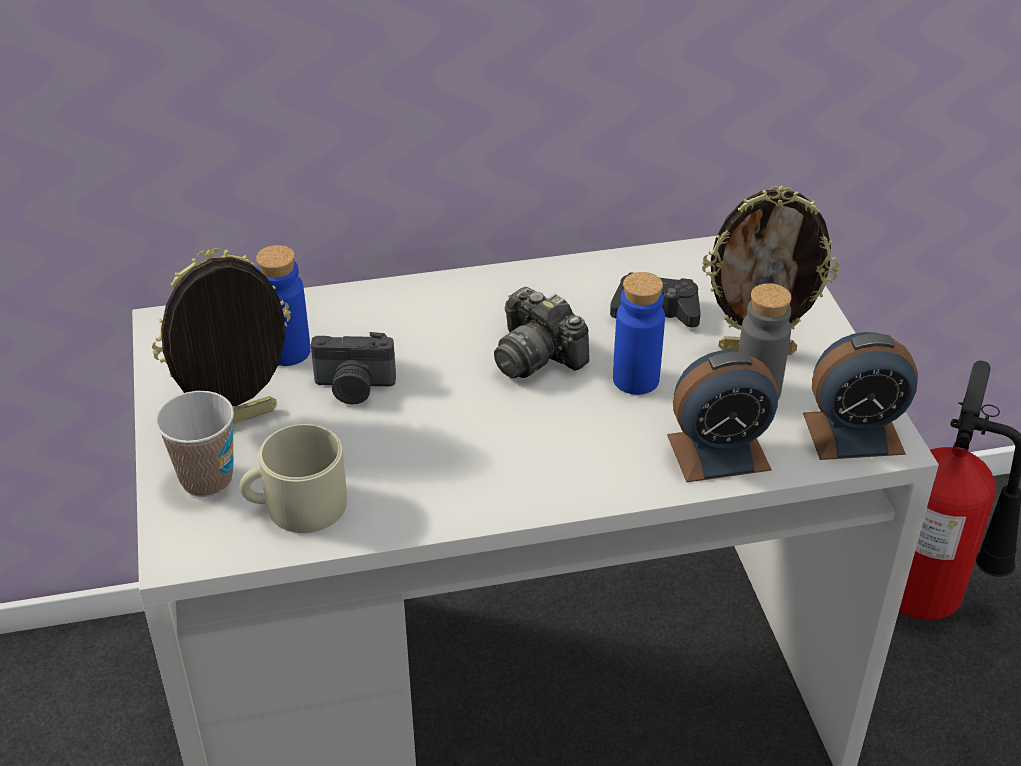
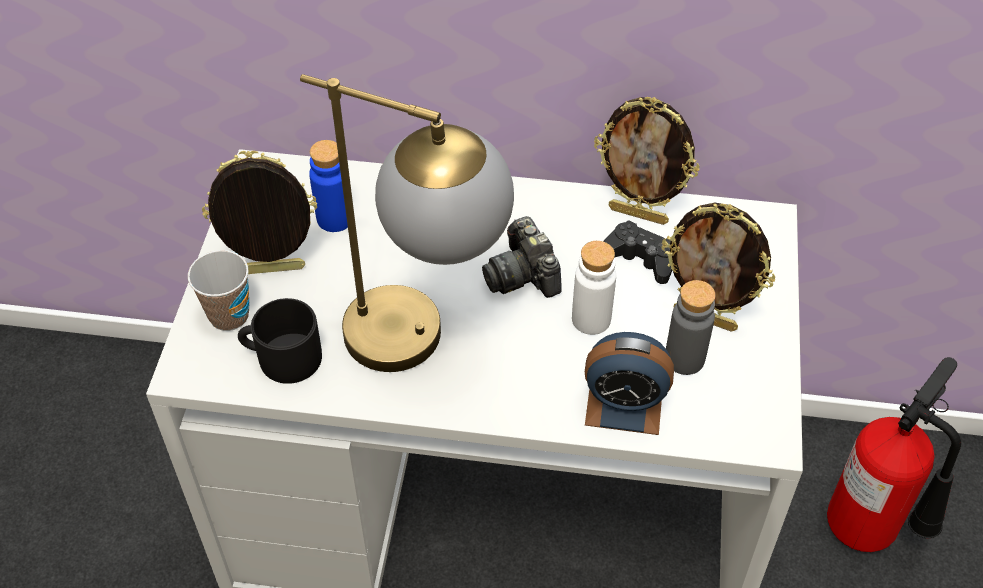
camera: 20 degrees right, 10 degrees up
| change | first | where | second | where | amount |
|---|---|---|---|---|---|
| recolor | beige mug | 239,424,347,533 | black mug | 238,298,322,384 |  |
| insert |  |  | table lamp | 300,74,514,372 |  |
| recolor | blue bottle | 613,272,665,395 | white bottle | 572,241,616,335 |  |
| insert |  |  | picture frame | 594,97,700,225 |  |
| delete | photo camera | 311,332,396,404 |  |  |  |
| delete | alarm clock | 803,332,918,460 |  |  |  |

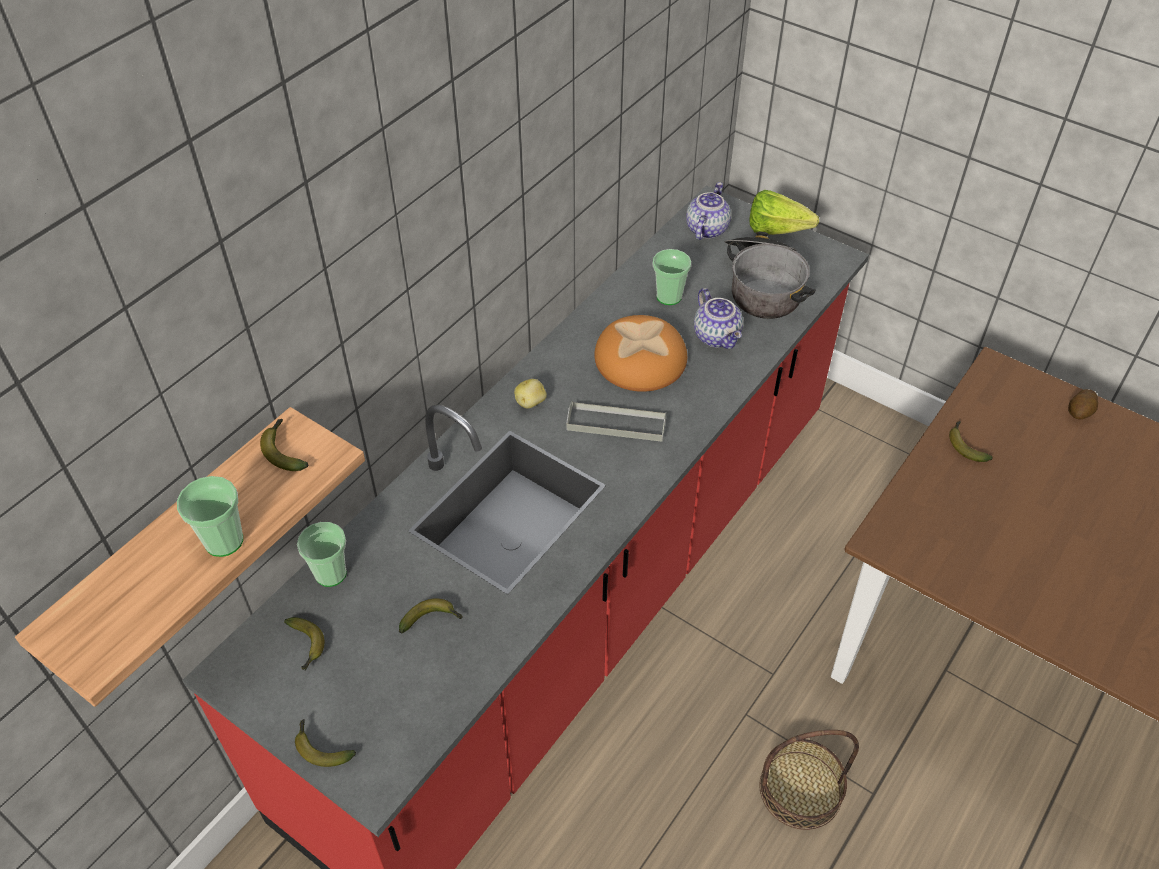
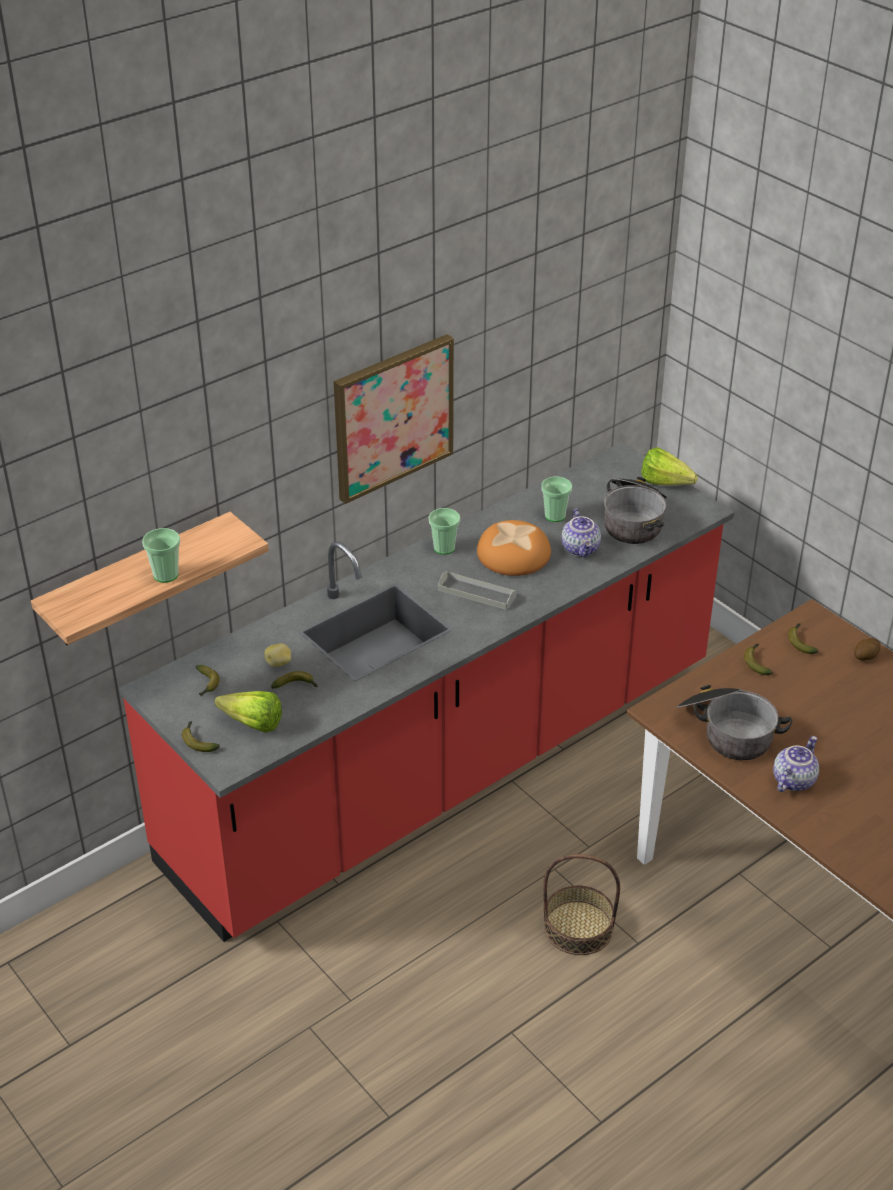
camera: 15 degrees right, 10 degrees down
| change | first | where | second | where | amount |
|---|---|---|---|---|---|
| insert |  |  | lettuce | 215,691,282,733 |  |
| move | potato | 514,379,547,408 |  | 264,643,291,667 |  |
| insert |  |  | picture | 334,334,454,504 |  |
| move | cup | 297,522,347,587 |  | 429,508,460,555 |  |
| insert |  |  | cooking pot | 676,685,793,760 |  |
| move | teapot | 686,182,731,240 |  | 773,736,819,792 |  |
| move | banana | 260,419,309,471 |  | 788,624,818,654 |  |

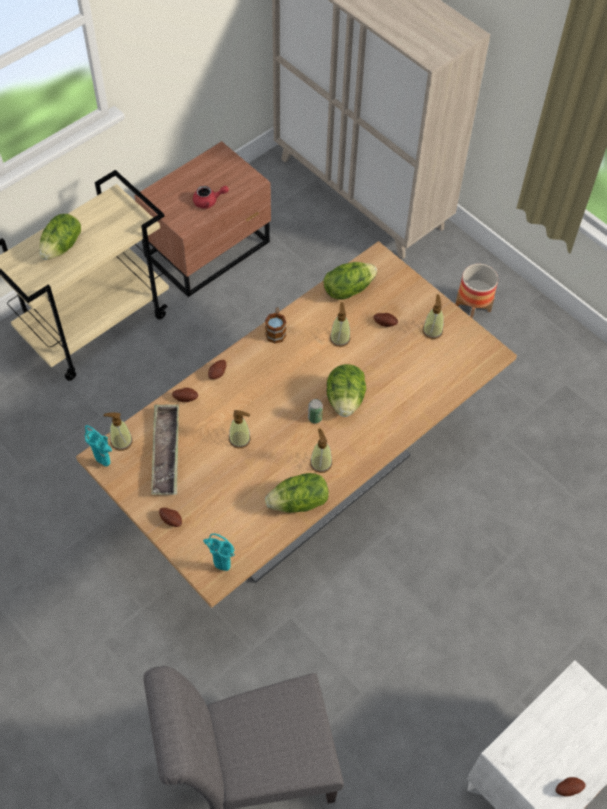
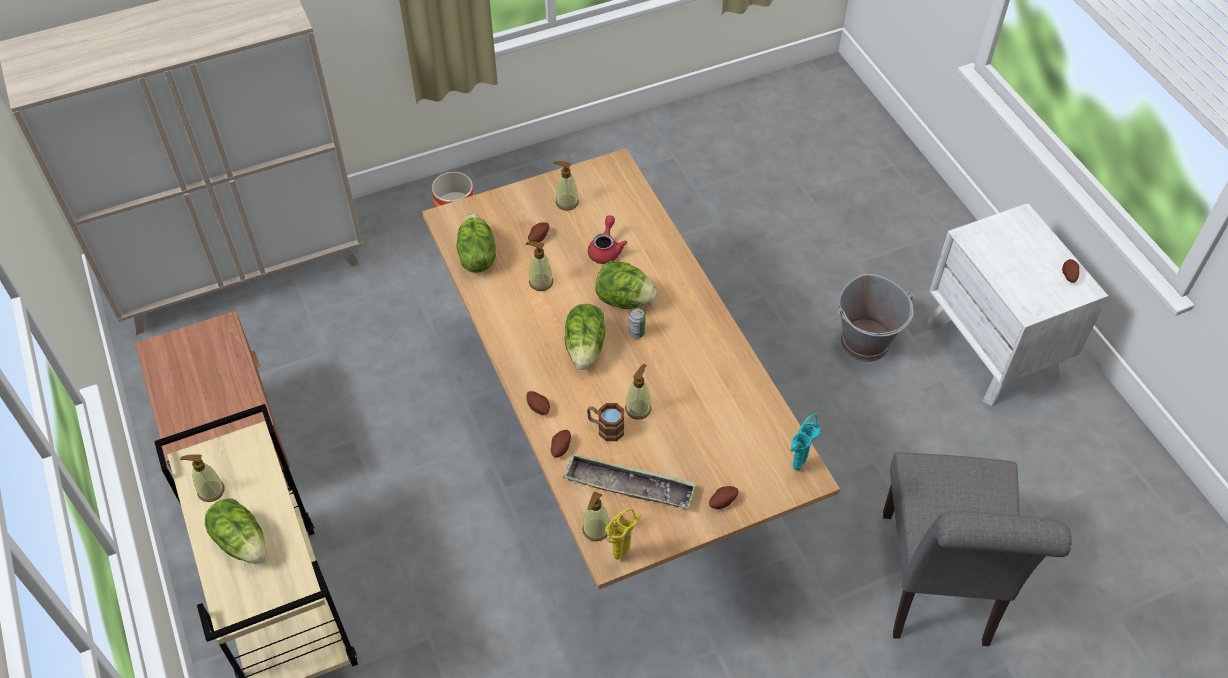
camera: 70 degrees left, 5 degrees down
| change | first | where | second | where | amount |
|---|---|---|---|---|---|
| move | soap dispenser | 310,428,332,473 |  | 180,454,225,502 |  |
| move | lettuce | 265,473,329,513 |  | 565,304,605,370 |  |
| move | mug | 265,307,286,344 |  | 587,403,624,441 |  |
| move | red teapot | 193,186,229,209 |  | 588,215,627,264 |  |
| recolor | turquoise vase | 84,425,112,466 | yellow vase | 605,508,641,560 |  |
| insert |  |  | grey bucket | 837,274,915,362 |  |

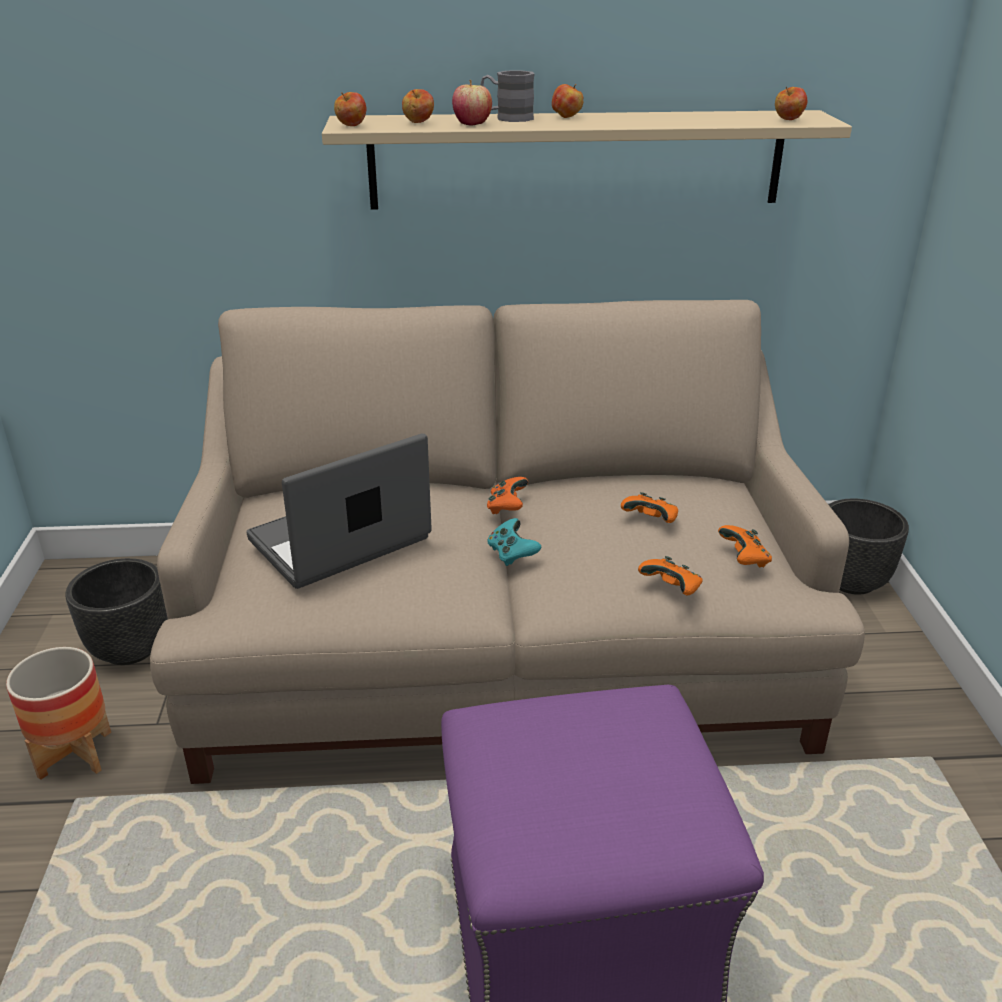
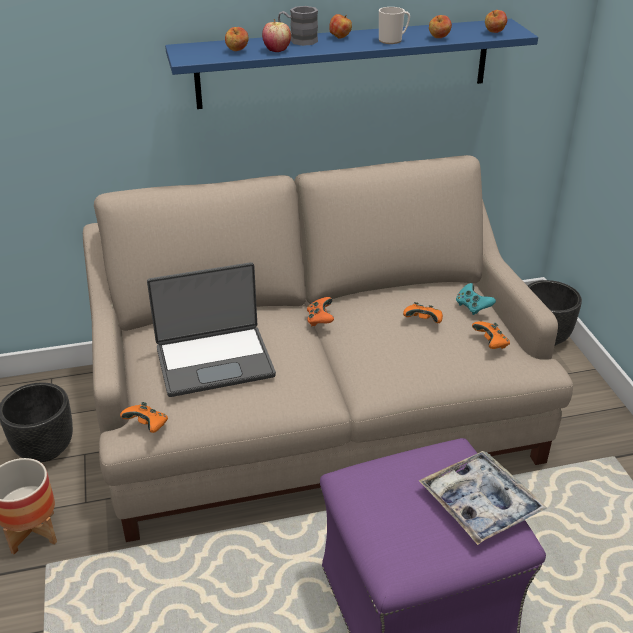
camera: 10 degrees left, 5 degrees up
| change | first | where | second | where | amount |
|---|---|---|---|---|---|
| move | orange game controller | 638,556,703,595 |  | 120,402,168,433 |  |
| rotate | laptop | 247,433,432,589 |  | 147,262,276,397 | 150 degrees counterclockwise |
| recolor | beige shelf | 322,110,852,210 | blue shelf | 165,19,538,109 |  |
| insert |  |  | mug | 379,7,410,44 |  |
| insert |  |  | tray | 418,451,547,545 |  |
| move | apple | 334,92,366,126 |  | 429,15,452,38 |  |
| move | turquoise game controller | 487,518,541,566 |  | 456,283,496,315 |  |

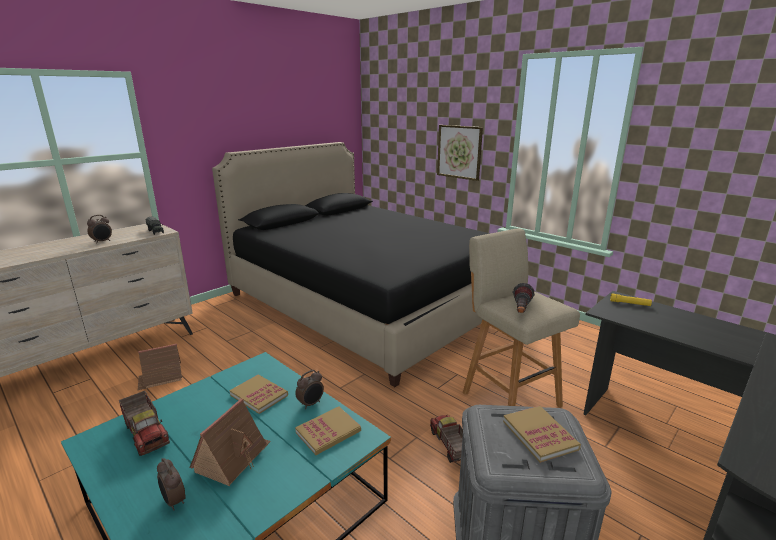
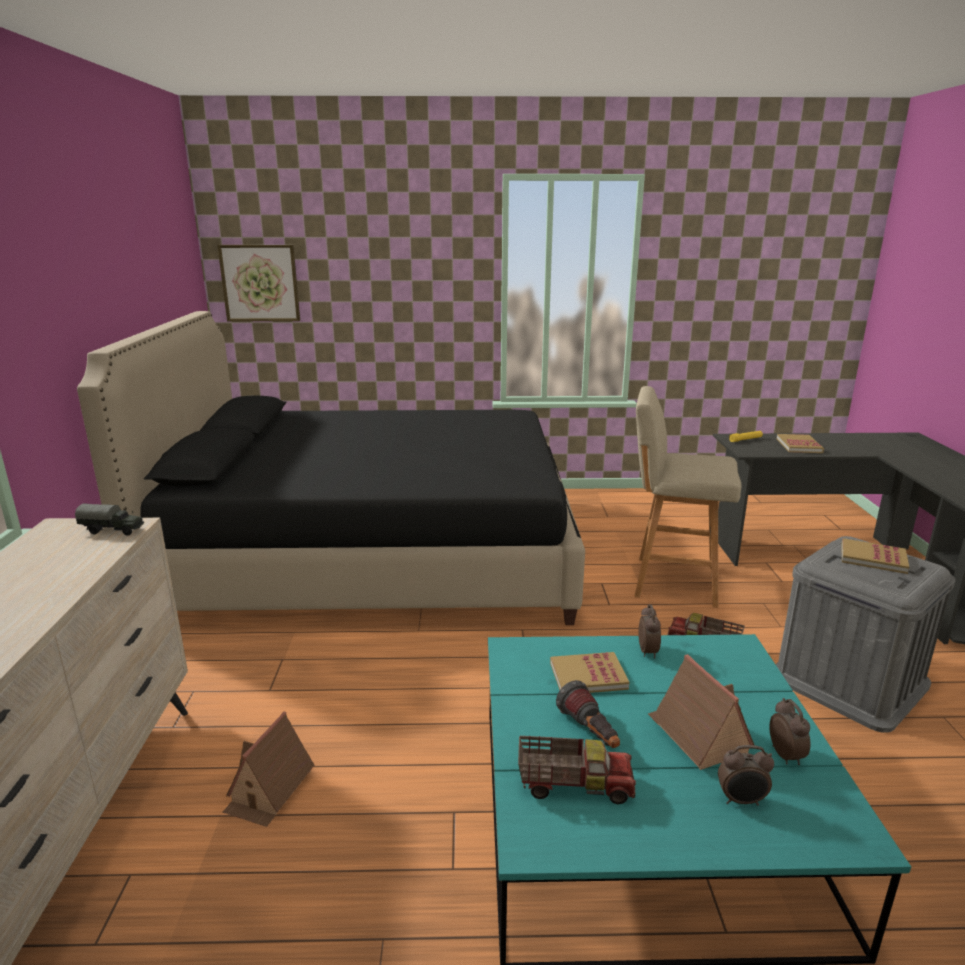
camera: 45 degrees left, 0 degrees up
| change | first | where | second | where | amount |
|---|---|---|---|---|---|
| move | picture | 437,125,483,181 |  | 217,245,300,321 |  |
| move | flashlight | 513,283,535,313 |  | 556,680,620,748 |  |
| move | alarm clock | 87,215,112,244 |  | 770,698,810,765 |  |
| move | book | 295,406,361,455 |  | 777,434,824,453 |  |

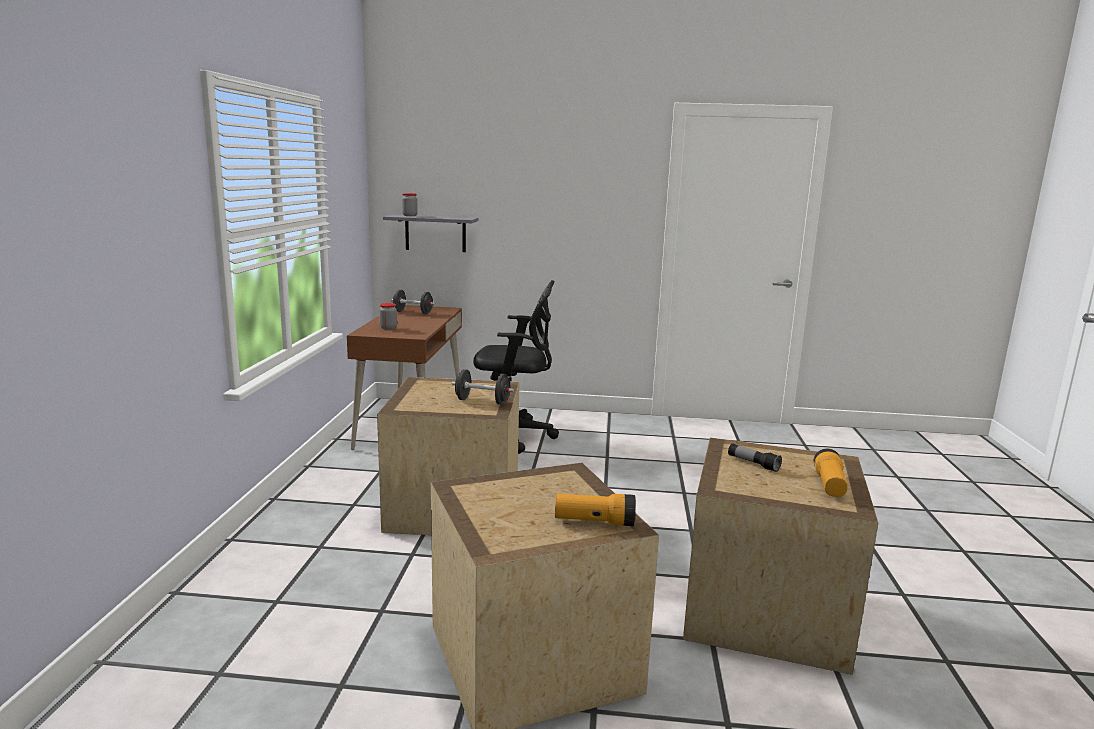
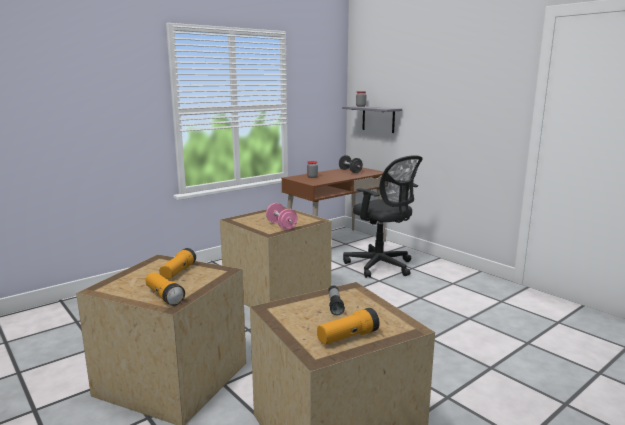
camera: 45 degrees right, 0 degrees up
| change | first | where | second | where | amount |
|---|---|---|---|---|---|
| insert |  |  | flashlight | 160,248,196,279 |  |
| recolor | black dumbbell | 452,369,514,405 | pink dumbbell | 266,203,298,230 |  |

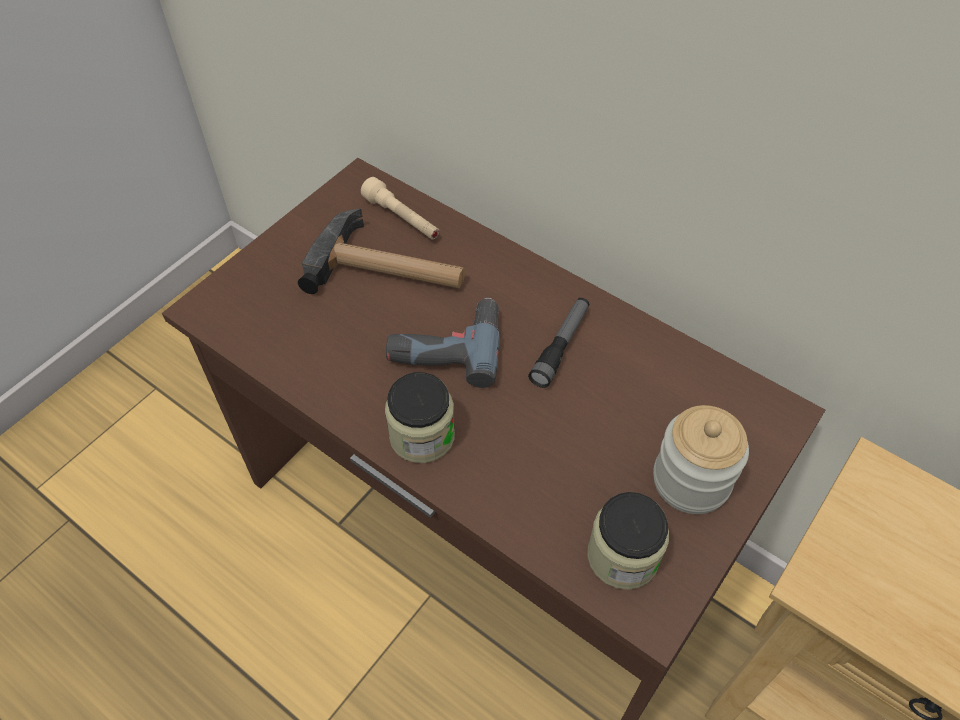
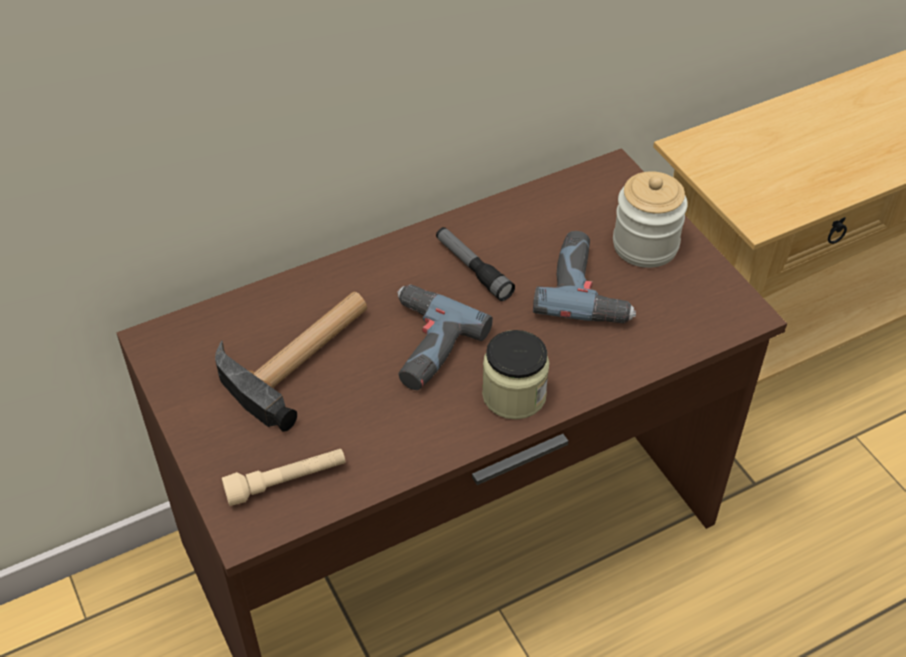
camera: 65 degrees left, 5 degrees down
| change | first | where | second | where | amount |
|---|---|---|---|---|---|
| move | beige flashlight | 361,177,439,240 |  | 222,449,346,506 |  |
| insert |  |  | power drill | 533,231,636,323 |  |
| delete | jar | 587,492,669,590 |  |  |  |

